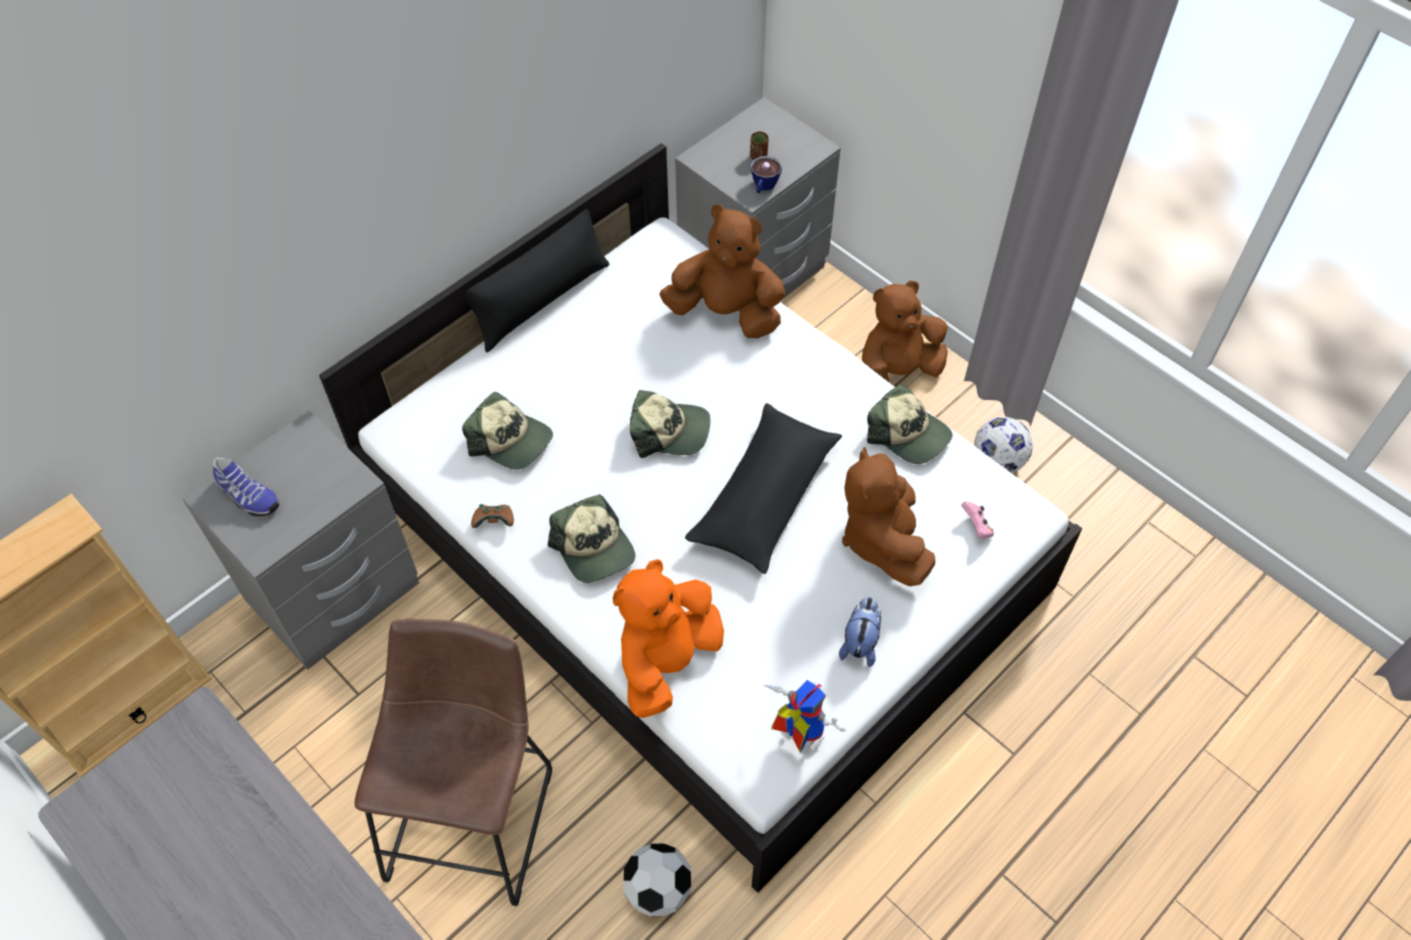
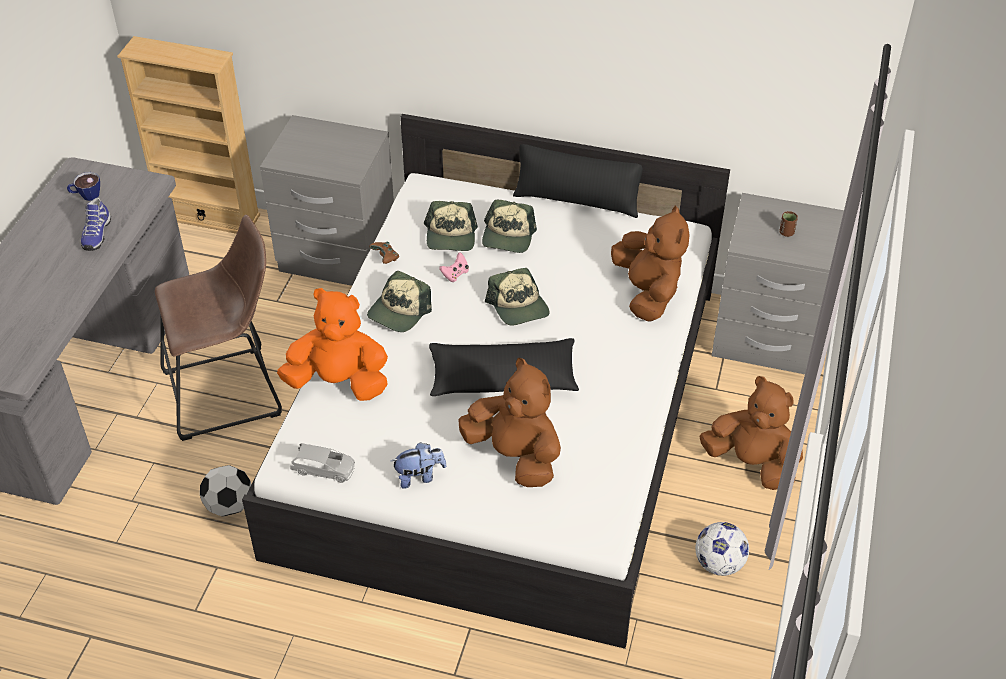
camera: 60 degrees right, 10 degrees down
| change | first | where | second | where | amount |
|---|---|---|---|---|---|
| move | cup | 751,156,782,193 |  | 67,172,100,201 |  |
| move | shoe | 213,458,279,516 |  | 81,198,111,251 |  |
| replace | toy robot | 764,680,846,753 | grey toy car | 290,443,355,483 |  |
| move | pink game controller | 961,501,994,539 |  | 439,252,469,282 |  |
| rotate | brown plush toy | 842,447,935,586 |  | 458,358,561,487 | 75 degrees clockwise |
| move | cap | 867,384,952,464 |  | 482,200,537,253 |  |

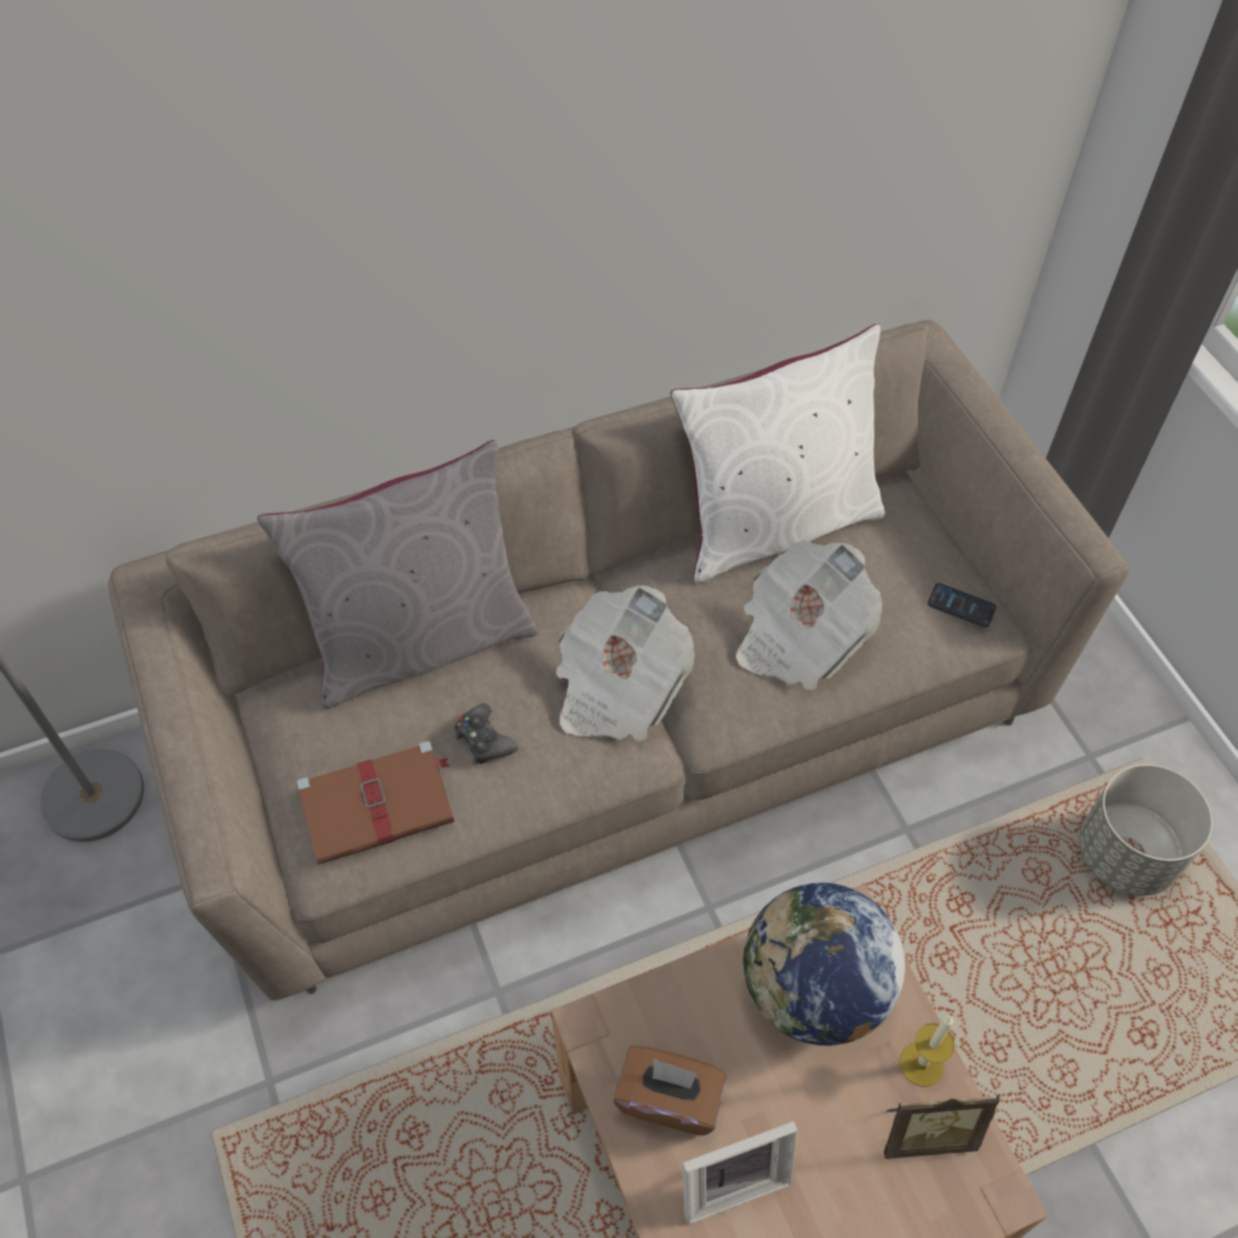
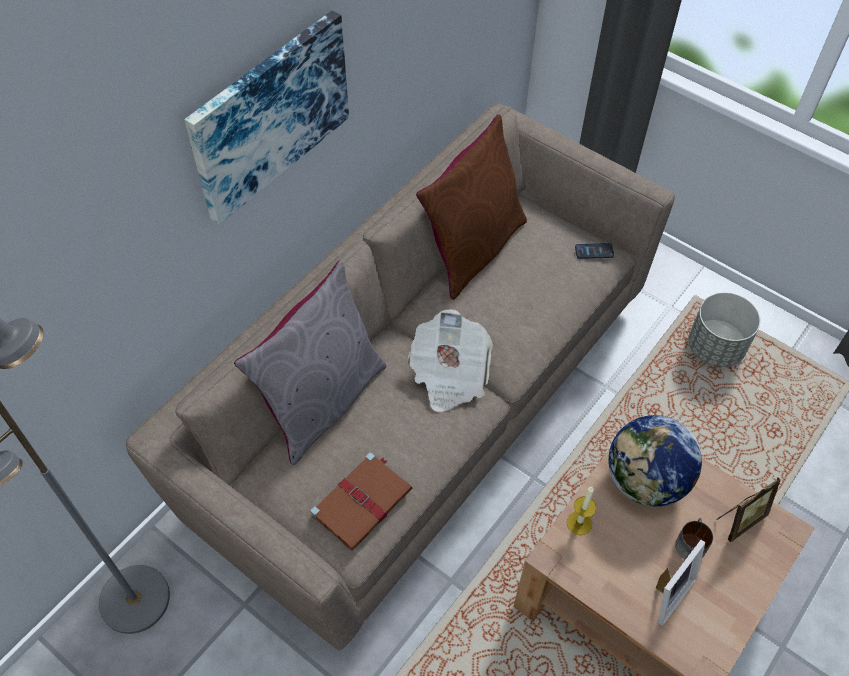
camera: 30 degrees left, 0 degrees up
| change | first | where | second | where | amount |
|---|---|---|---|---|---|
| insert |  |  | picture | 184,10,349,225 |  |
| recolor | white pillow | 670,324,885,583 | brown pillow | 416,114,527,300 |  |
| move | candle | 899,1015,955,1087 |  | 567,487,596,535 |  |
| insert |  |  | mug | 675,518,713,560 |  |
| delete | black game controller | 454,703,519,764 |  |  |  |
| delete | brown tissue box | 613,1045,726,1136 |  |  |  |
| delete | newspaper | 736,540,882,690 |  |  |  |

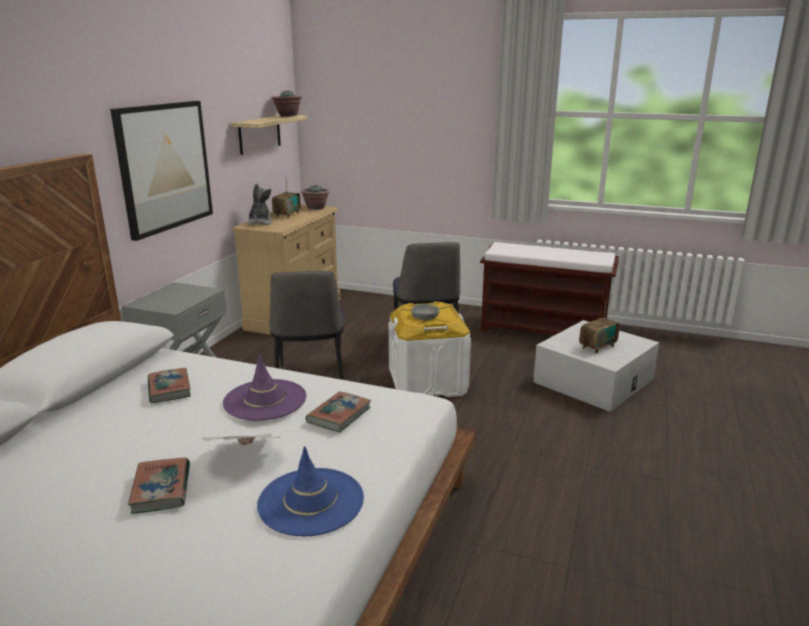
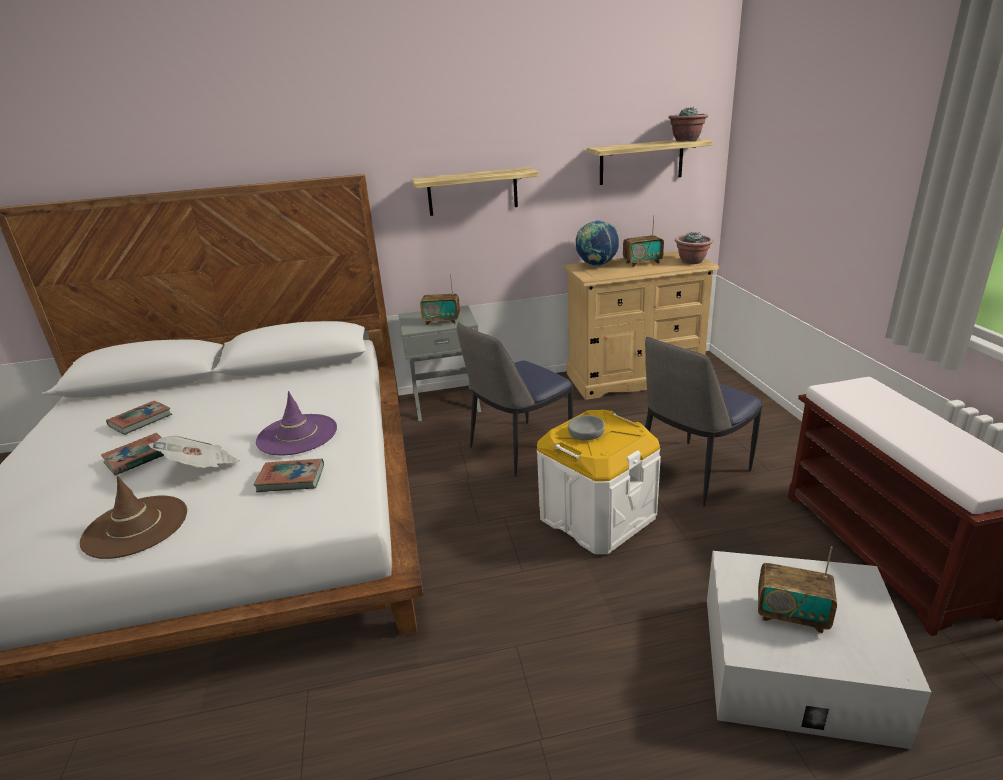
camera: 60 degrees right, 5 degrees up
| change | first | where | second | where | amount |
|---|---|---|---|---|---|
| recolor | blue hat | 257,446,364,536 | brown hat | 80,476,187,559 |  |
| move | book | 148,368,191,404 |  | 106,401,172,435 |  |
| replace | picture | 110,101,213,241 | shelf | 412,167,538,216 |  |
| insert |  |  | radio | 420,274,460,325 |  |
| replace | plush toy | 248,183,273,225 | globe | 576,220,619,266 |  |

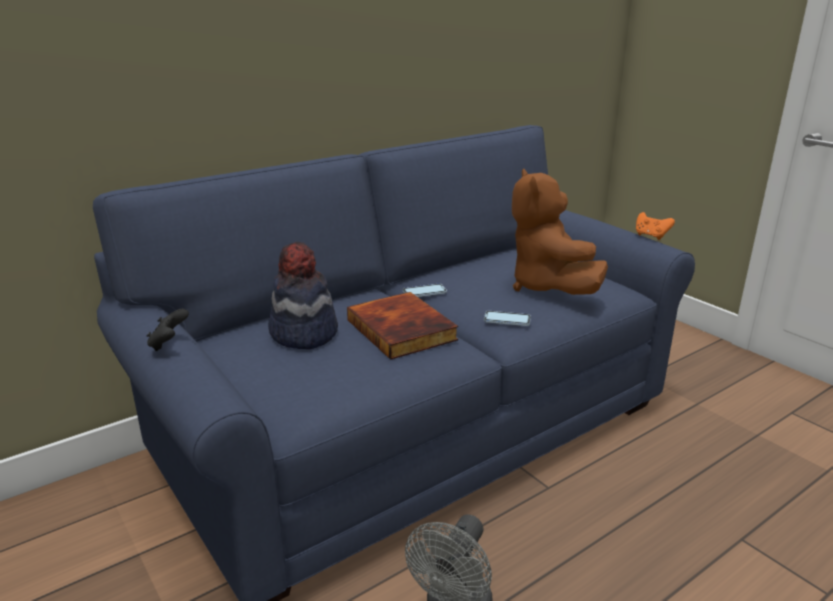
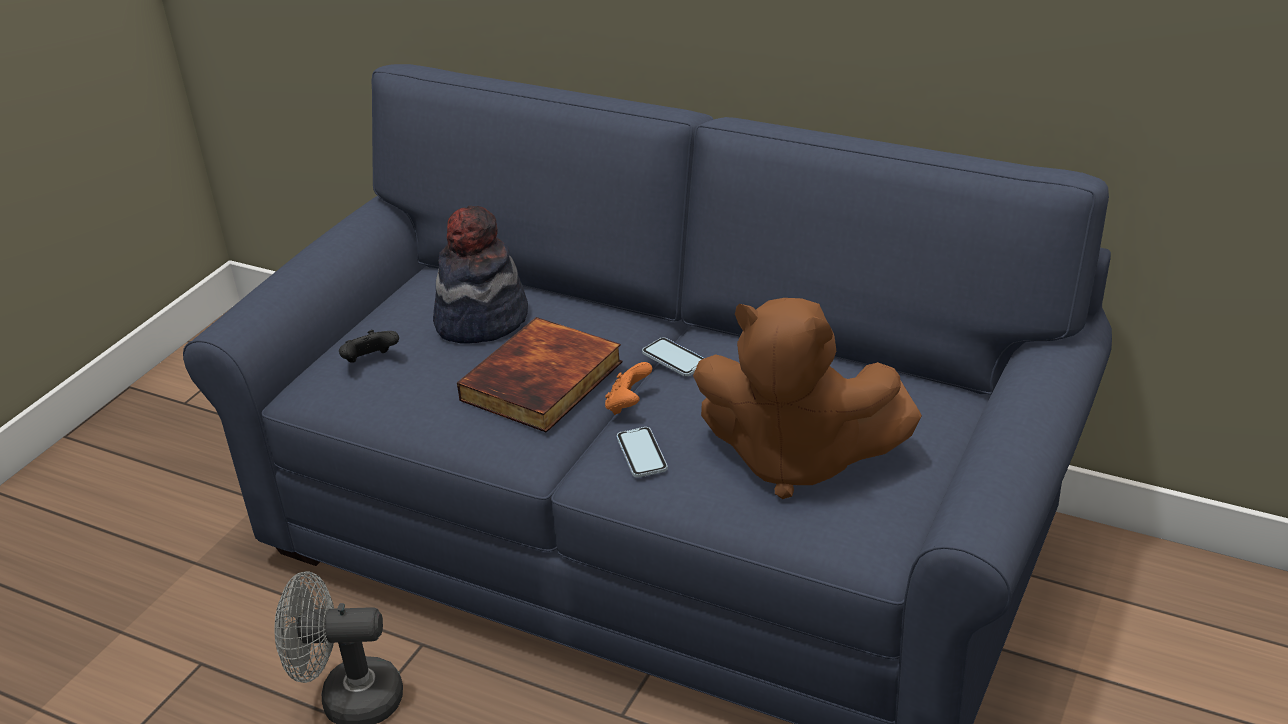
camera: 65 degrees right, 10 degrees up
| change | first | where | second | where | amount |
|---|---|---|---|---|---|
| move | black game controller | 147,309,189,351 |  | 339,330,399,362 |  |
| move | orange game controller | 636,212,675,240 |  | 605,362,652,415 |  |
| rotate | brown plush toy | 512,169,608,295 |  | 693,298,922,499 | 120 degrees counterclockwise |

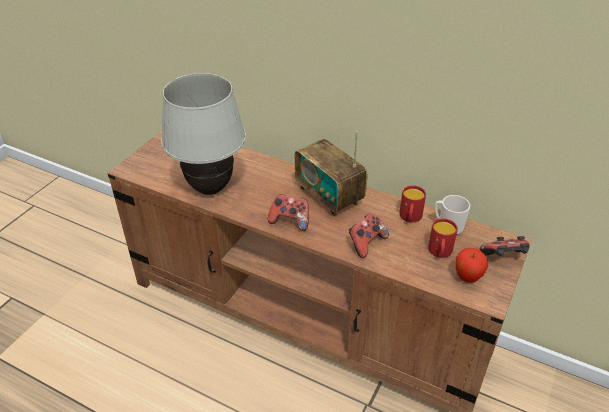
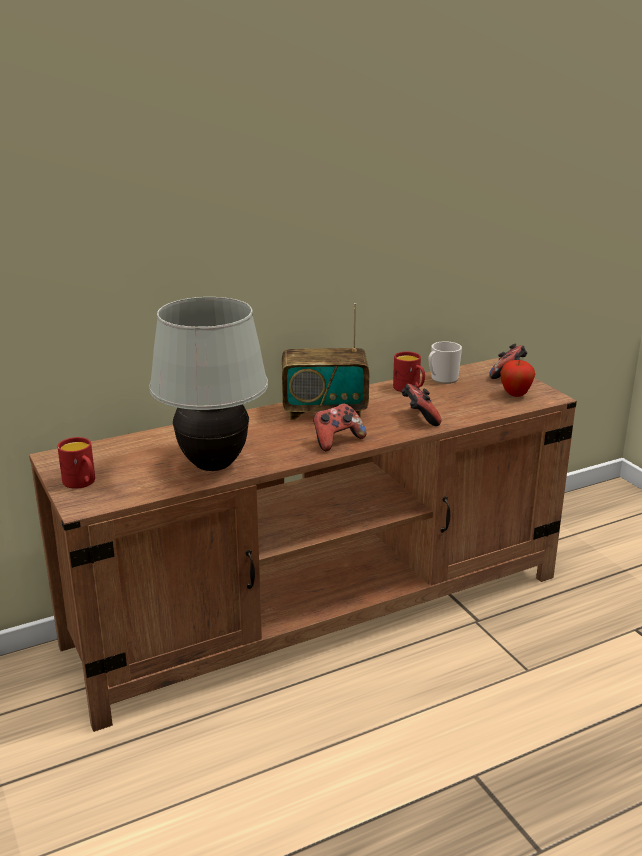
camera: 55 degrees left, 15 degrees down
| change | first | where | second | where | amount |
|---|---|---|---|---|---|
| move | red mug | 428,218,458,258 |  | 57,437,95,489 |  |

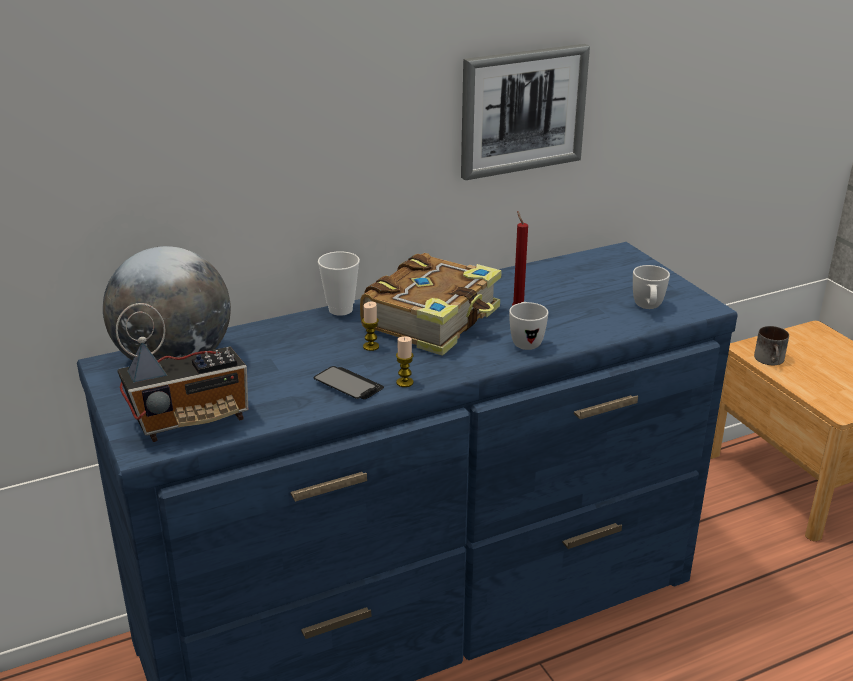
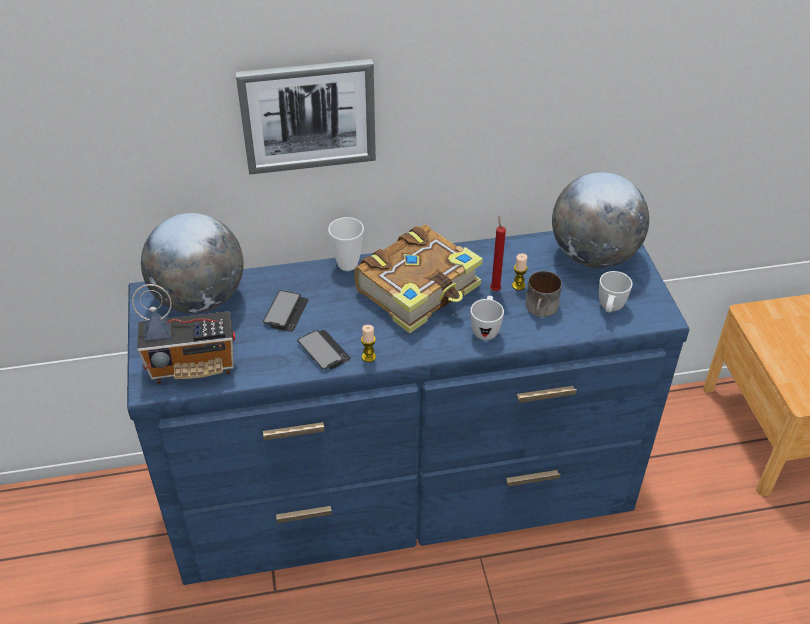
camera: 15 degrees right, 15 degrees up
| change | first | where | second | where | amount |
|---|---|---|---|---|---|
| move | picture | 461,44,590,180 |  | 236,59,376,175 |  |
| insert |  |  | phone | 263,290,308,332 |  |
| move | candle | 362,302,379,351 |  | 512,253,528,290 |  |
| move | mug | 754,326,789,365 |  | 525,271,562,317 |  |
| insert |  |  | globe | 552,172,649,268 |  |

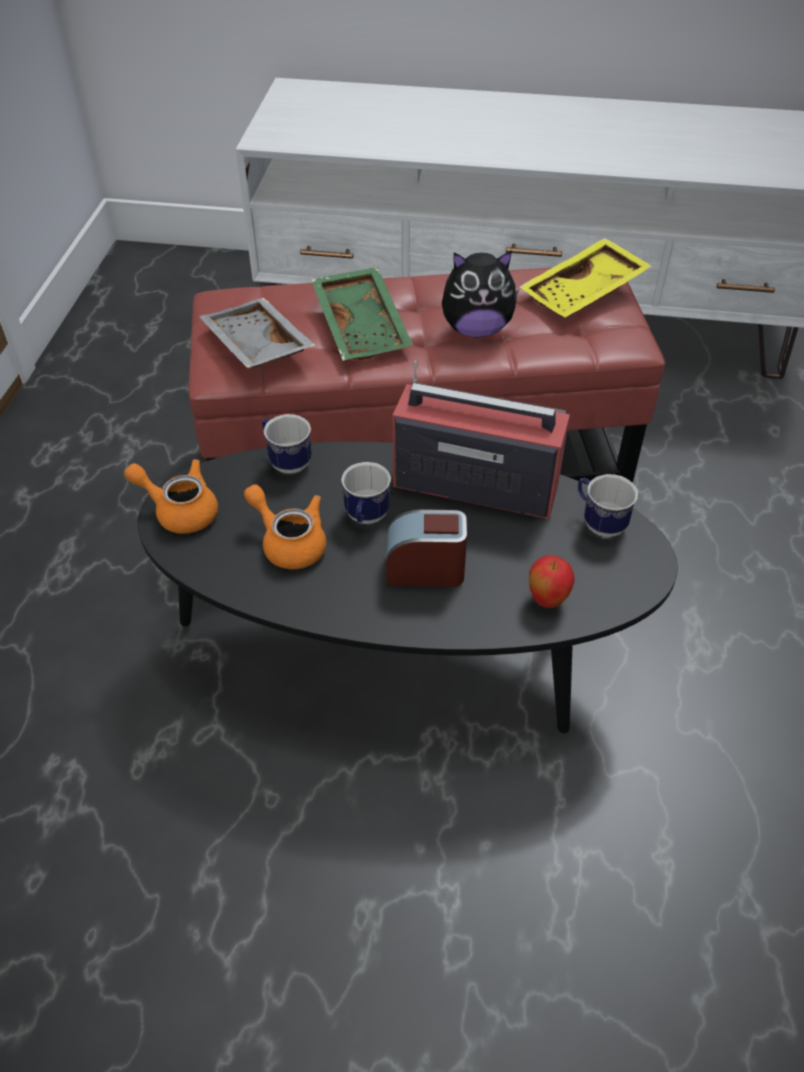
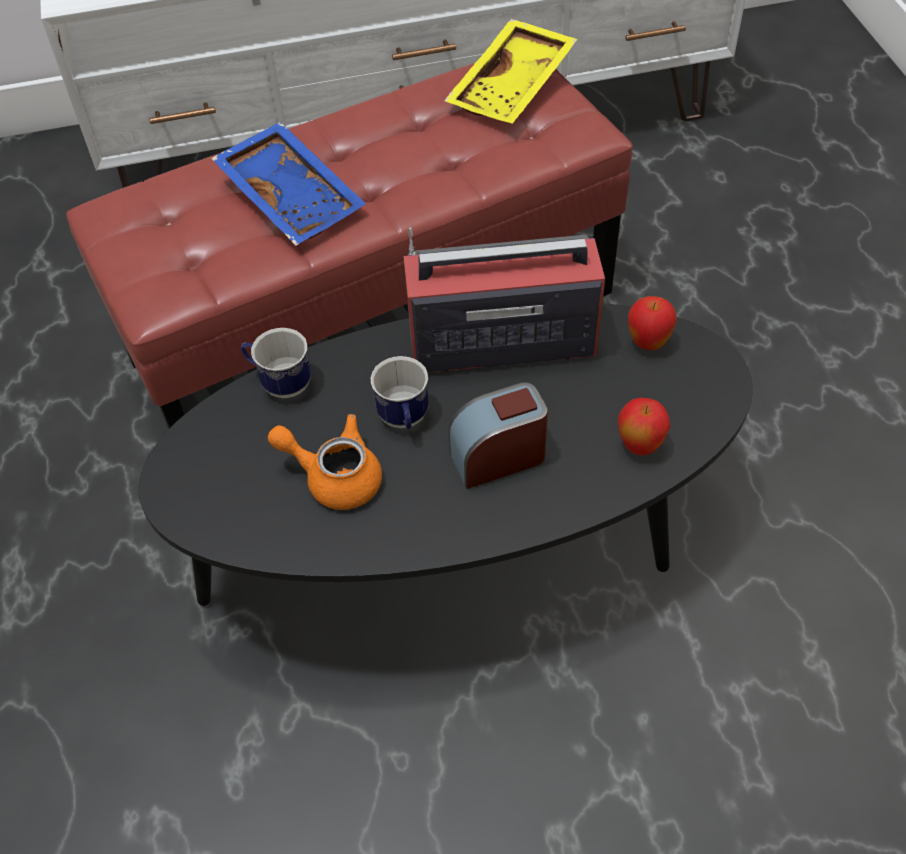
camera: 20 degrees left, 5 degrees up
| change | first | where | second | where | amount |
|---|---|---|---|---|---|
| recolor | green tray | 311,267,413,361 | blue tray | 211,122,366,246 |  |
| replace | mug | 578,474,638,537 | apple | 628,296,677,350 |  |
| delete | orange teapot | 124,459,218,534 |  |  |  |
| delete | grey tray | 199,298,316,368 |  |  |  |
| delete | plush toy | 442,250,519,337 |  |  |  |

